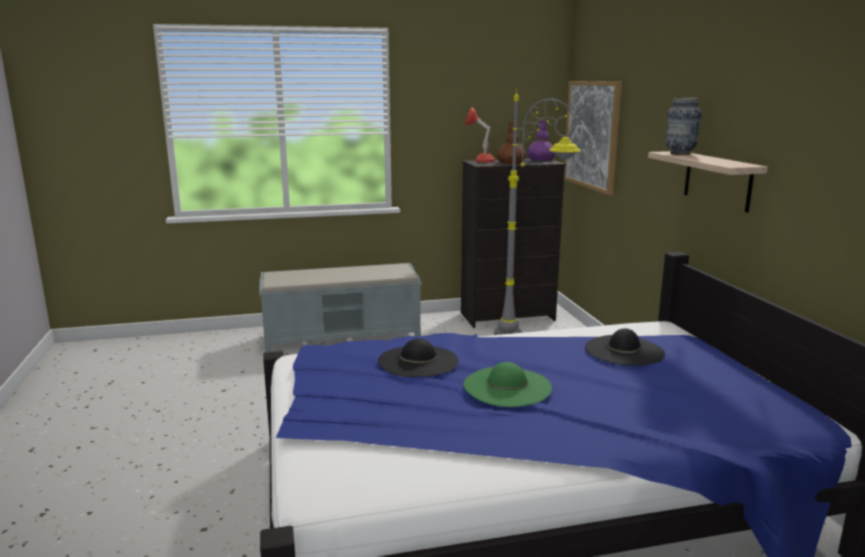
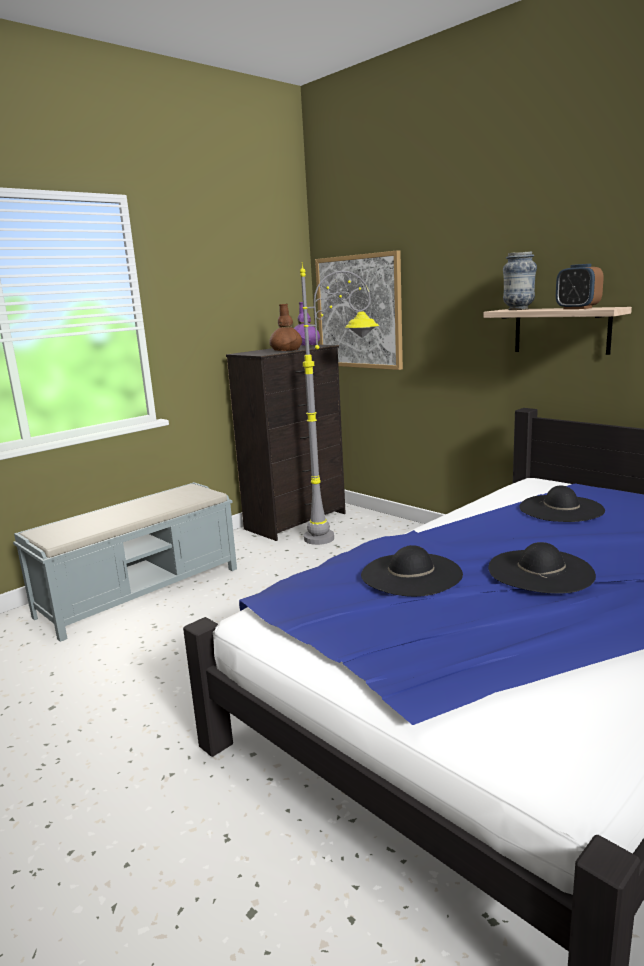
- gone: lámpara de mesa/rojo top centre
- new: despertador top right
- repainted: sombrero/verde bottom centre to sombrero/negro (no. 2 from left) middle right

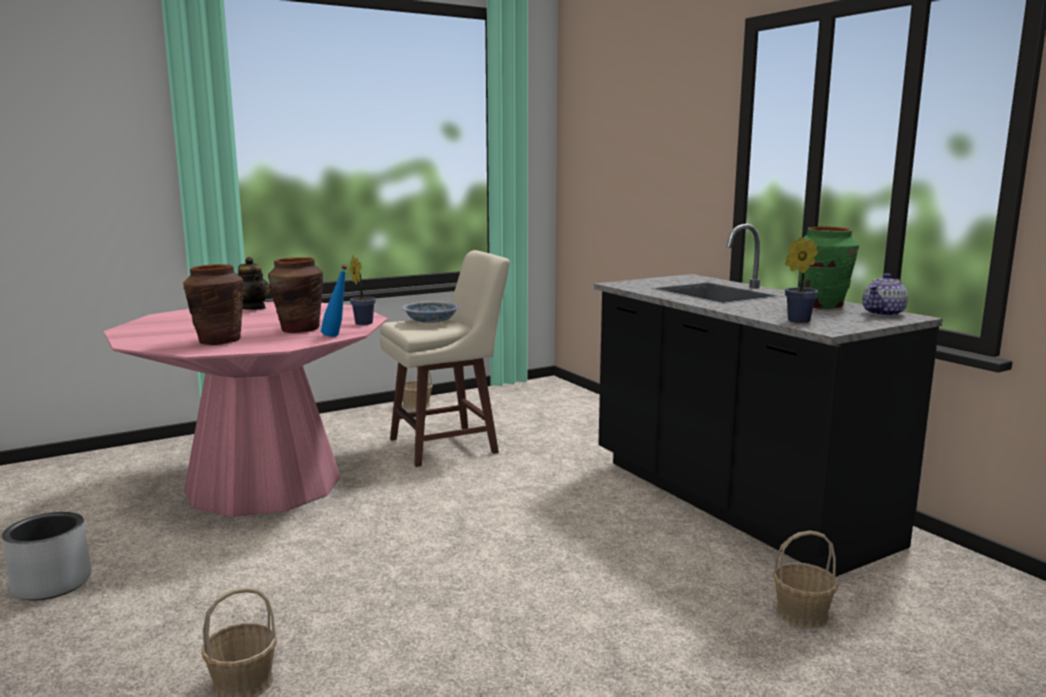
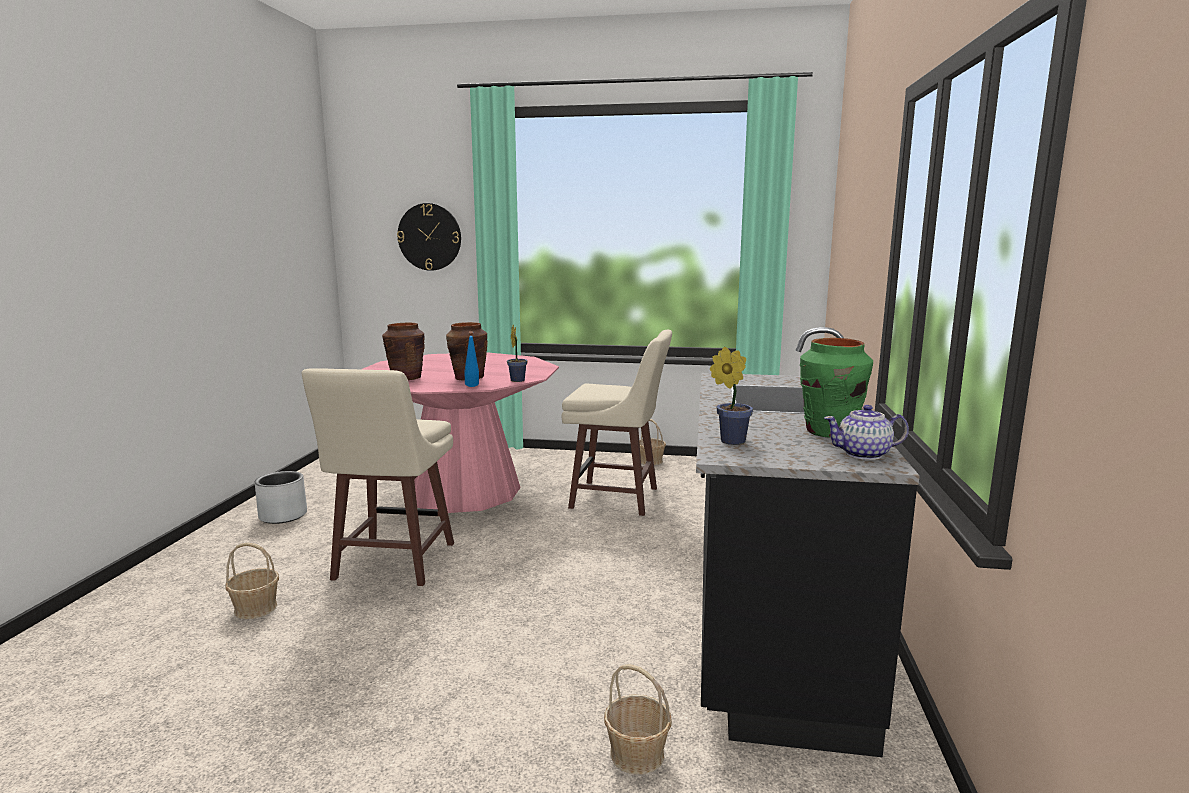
- gone: tetera (no. 1 from left) middle left
- gone: cuenco centre
- new: taburete/beis (no. 1 from left) middle left
- new: reloj de pared top centre

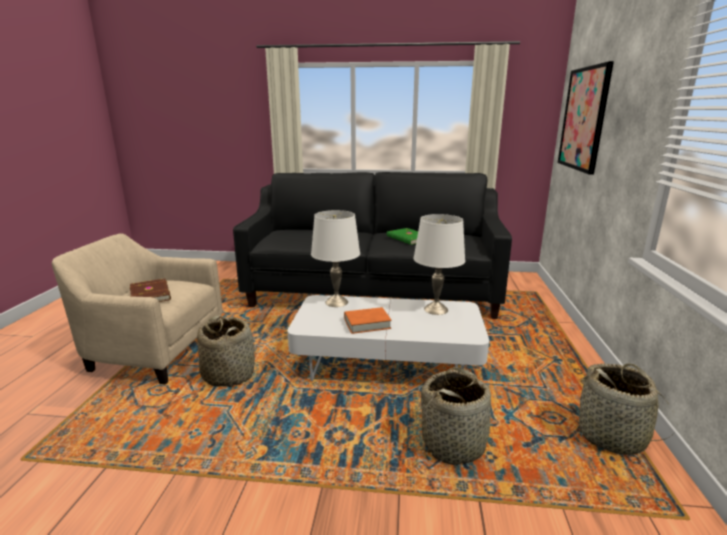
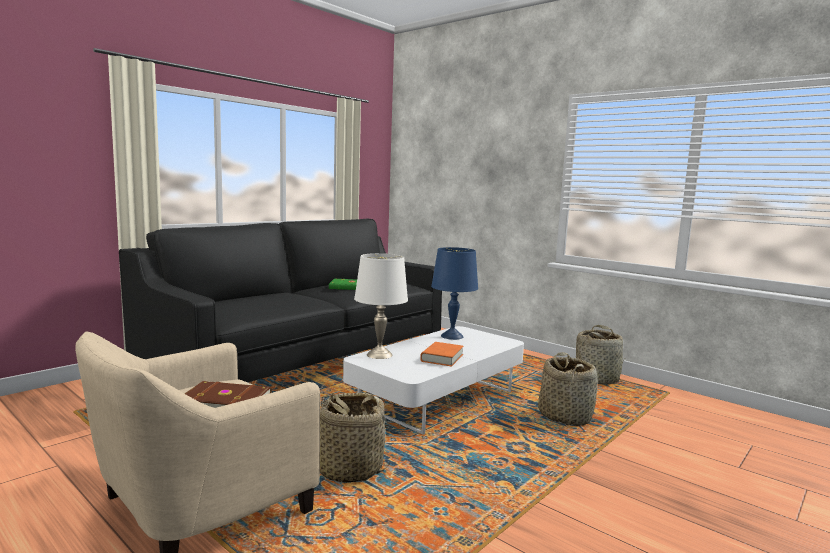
- gone: cuadro top right
- repainted: lámpara de mesa/blanco (no. 2 from left) centre to lámpara de mesa/azul centre

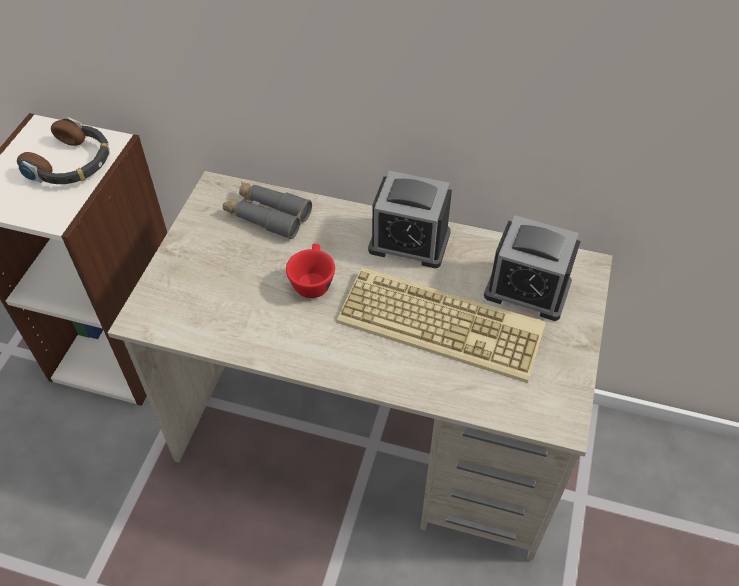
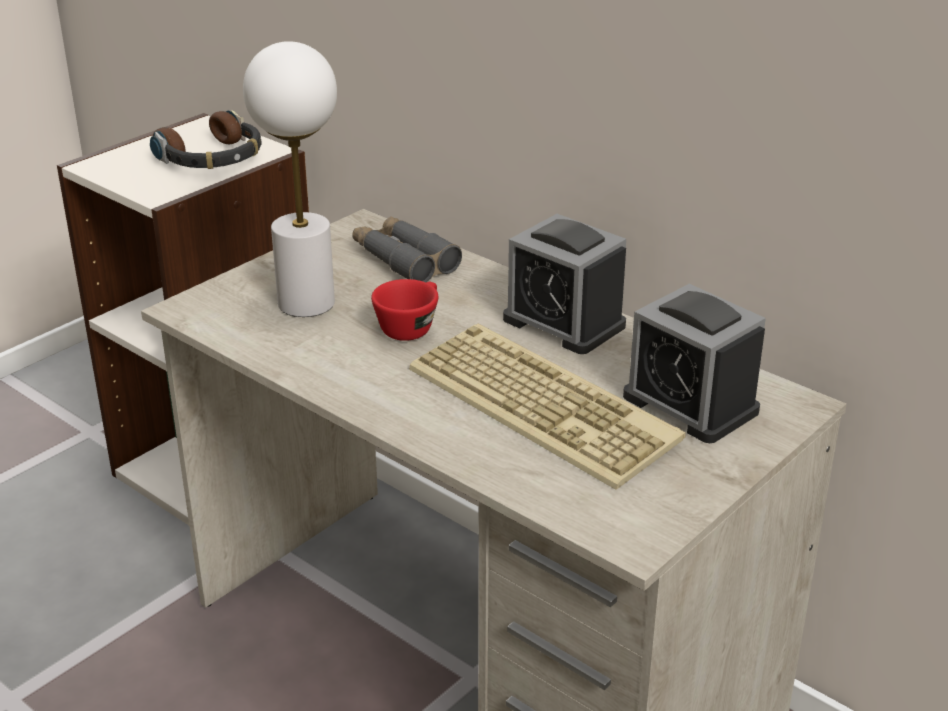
- new: lámpara de mesa/blanco top left

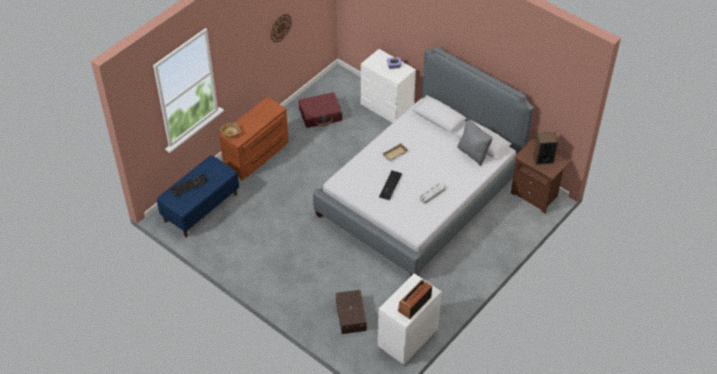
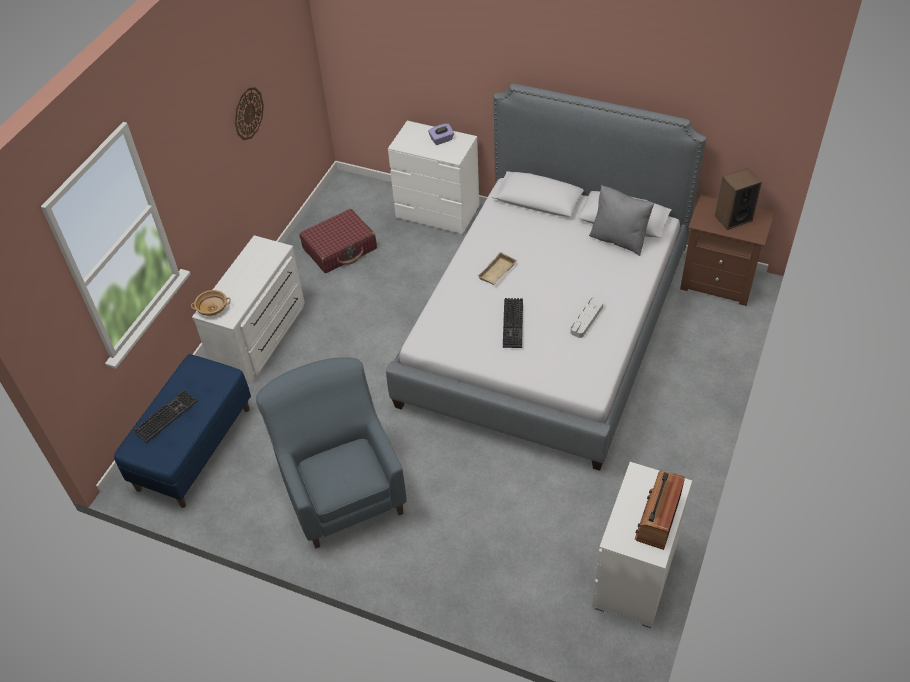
- gone: caja de almacenaje/marrón bottom centre
- new: sillón/azul centre
- repainted: cómoda/marrón centre to cómoda/blanco (no. 1 from left) middle left

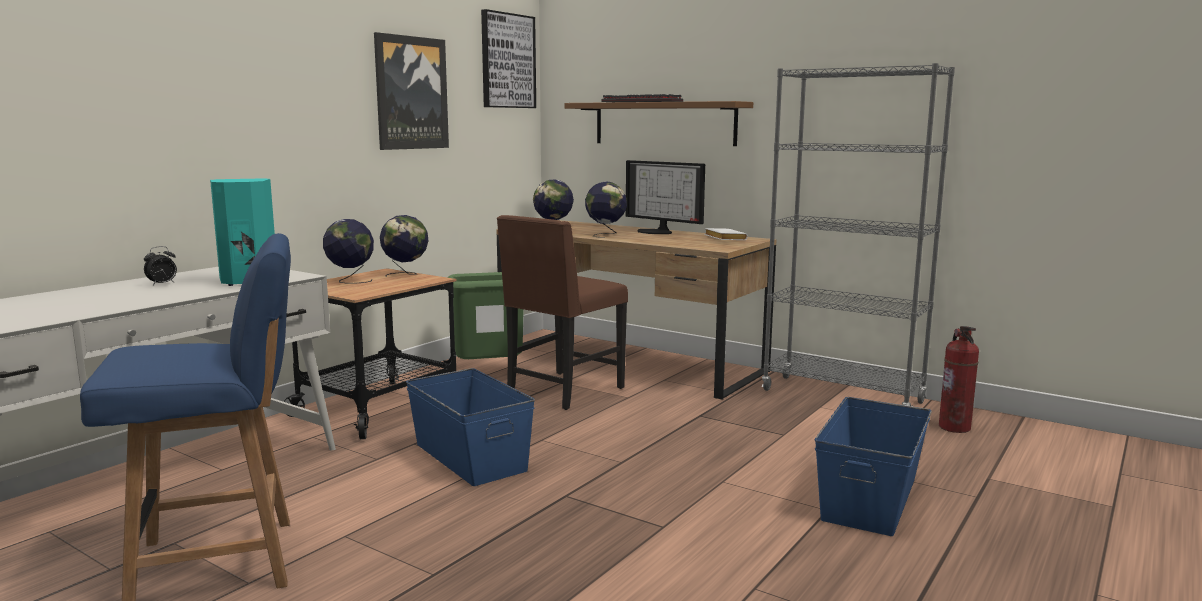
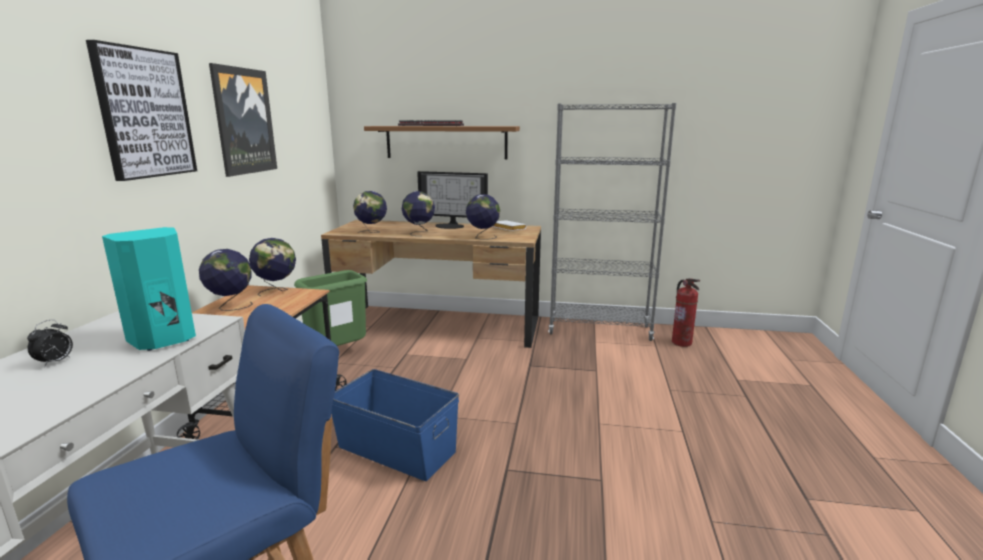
- gone: silla/marrón centre
- gone: caja de almacenaje/azul (no. 2 from left) bottom right
- new: globo terráqueo (no. 5 from left) centre
- shifted: cuadro (no. 2 from left in the first image) top centre to cuadro (no. 1 from left) top left

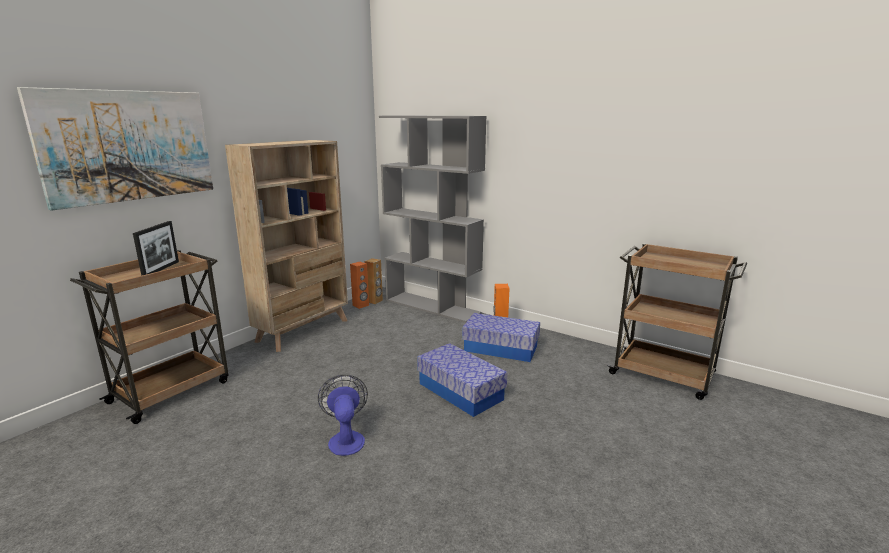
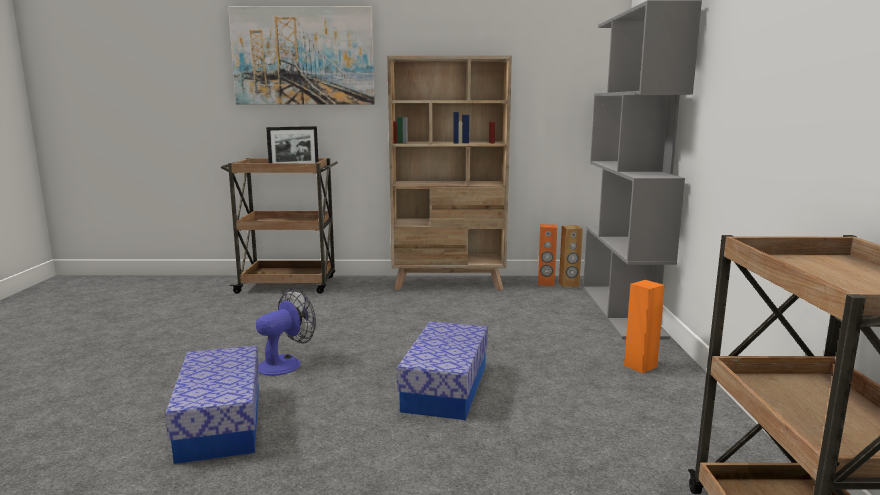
- shifted: caja de almacenaje (no. 2 from left in the first image) centre to caja de almacenaje (no. 1 from left) bottom left

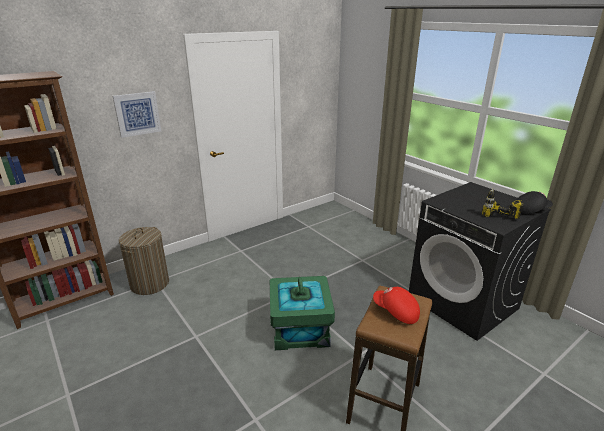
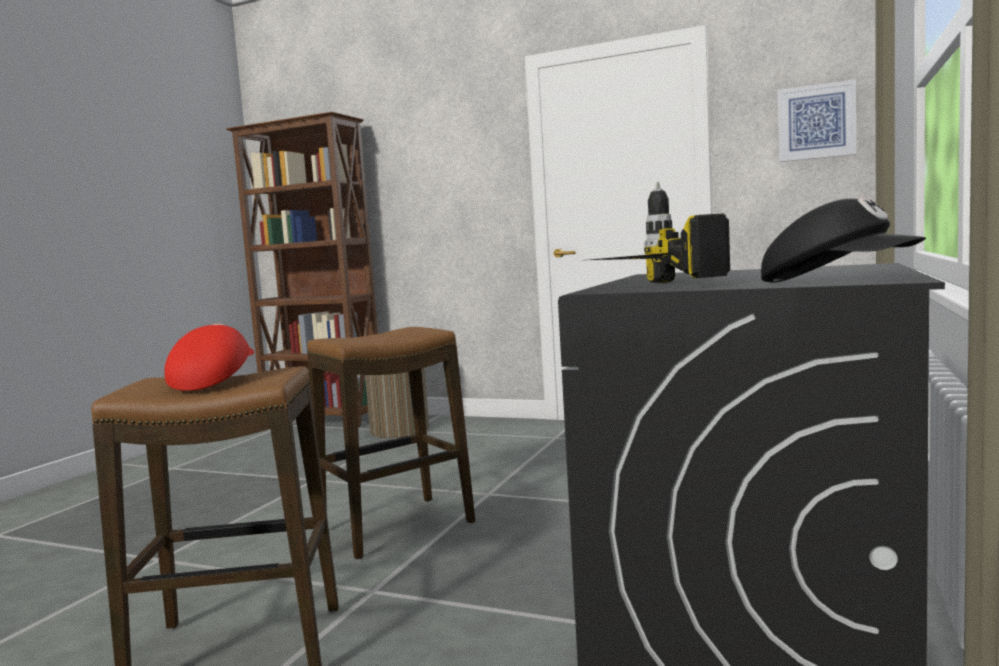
- shifted: cuadro top left to top right
- swapped: caja de almacenaje/verde bottom centre to taburete (no. 2 from left) centre

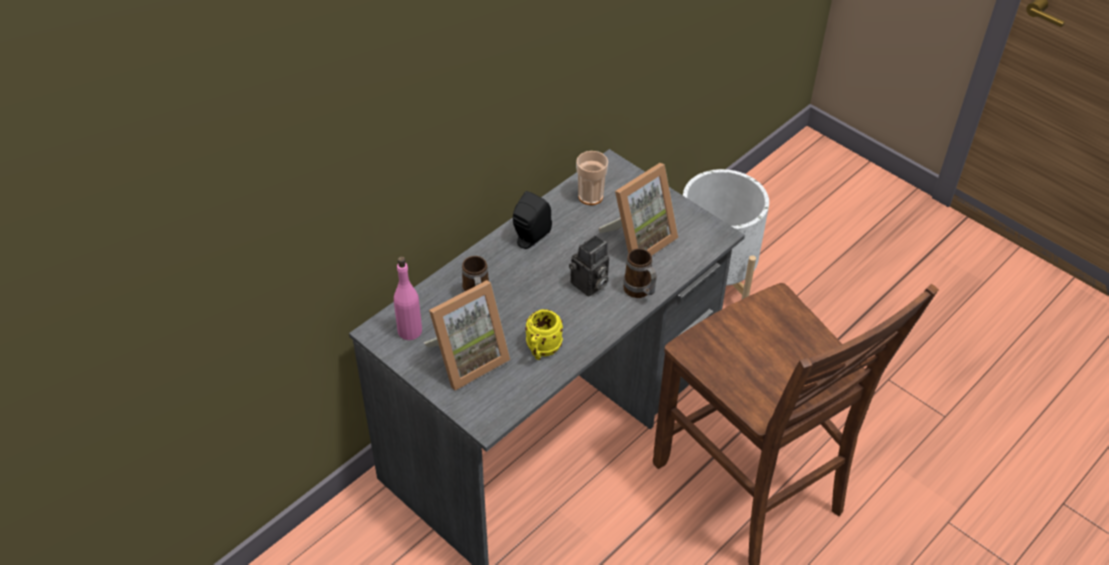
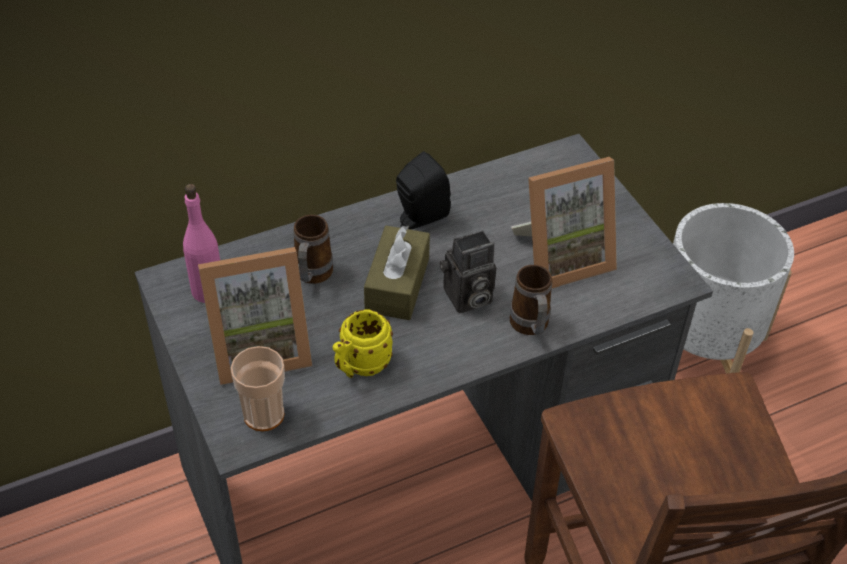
- new: caja de pañuelos/marrón centre
- shifted: taza top centre to bottom left

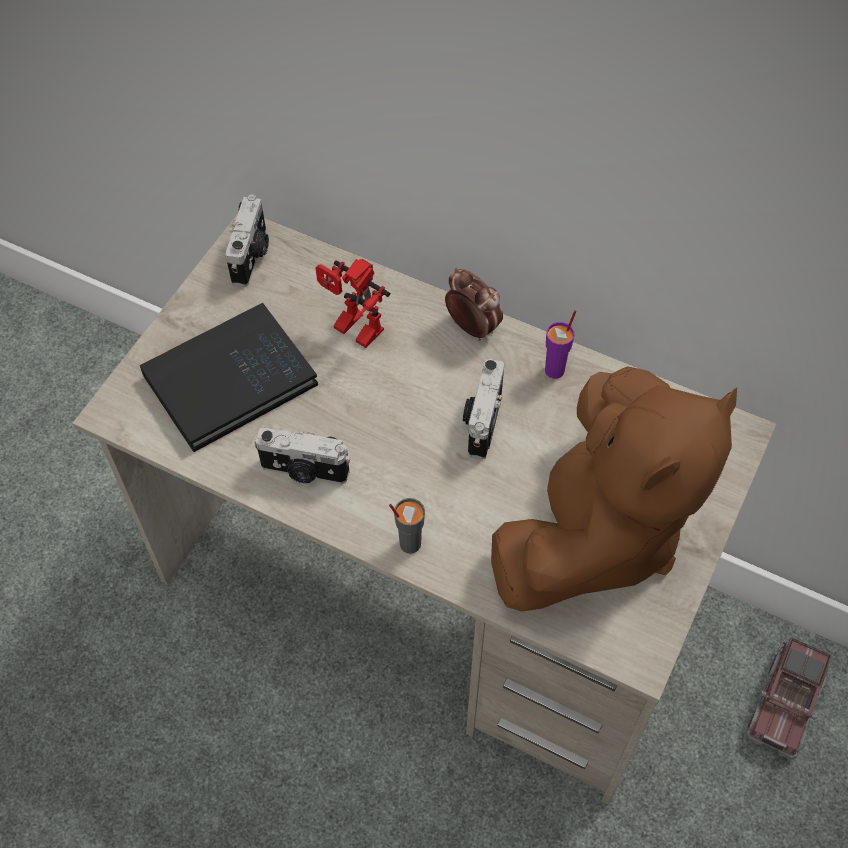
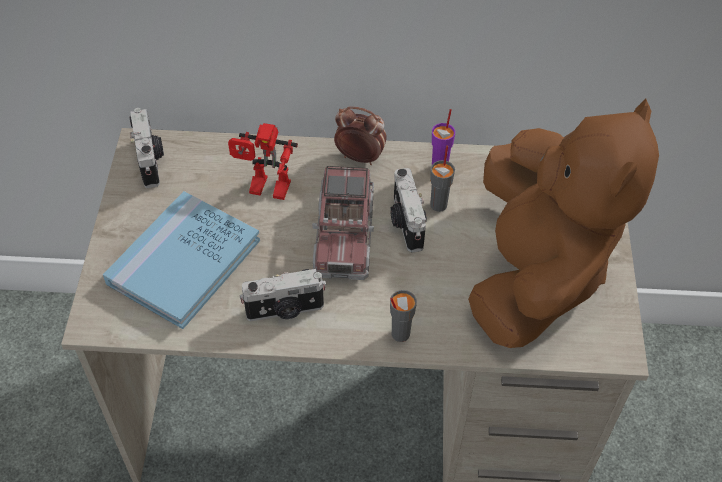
- new: taza/gris (no. 2 from left) centre
- shifted: camión de juguete bottom right to centre
- repainted: libro/negro middle left to libro/azul middle left

